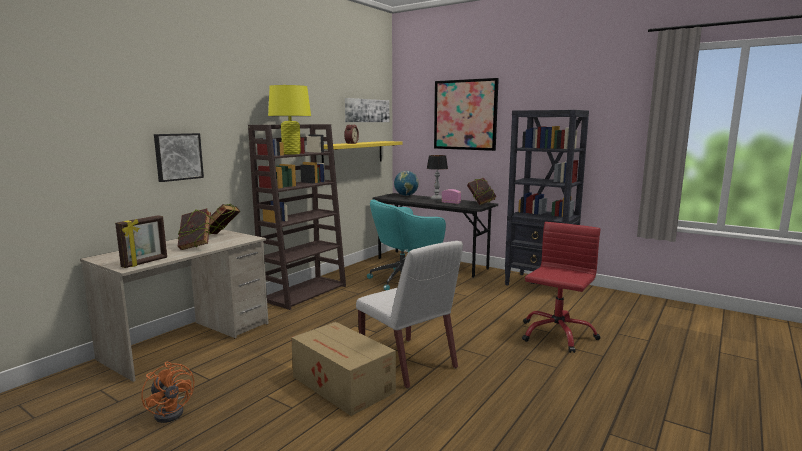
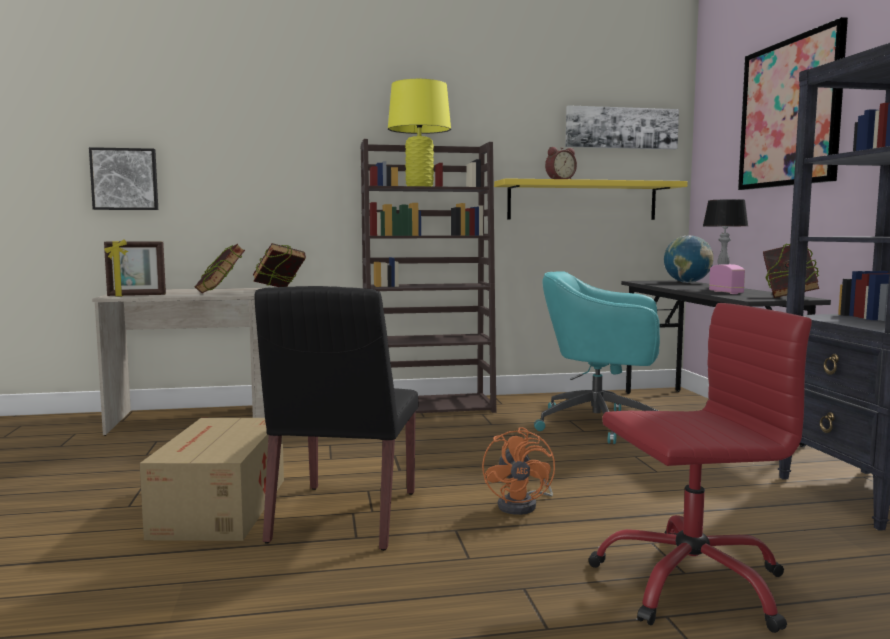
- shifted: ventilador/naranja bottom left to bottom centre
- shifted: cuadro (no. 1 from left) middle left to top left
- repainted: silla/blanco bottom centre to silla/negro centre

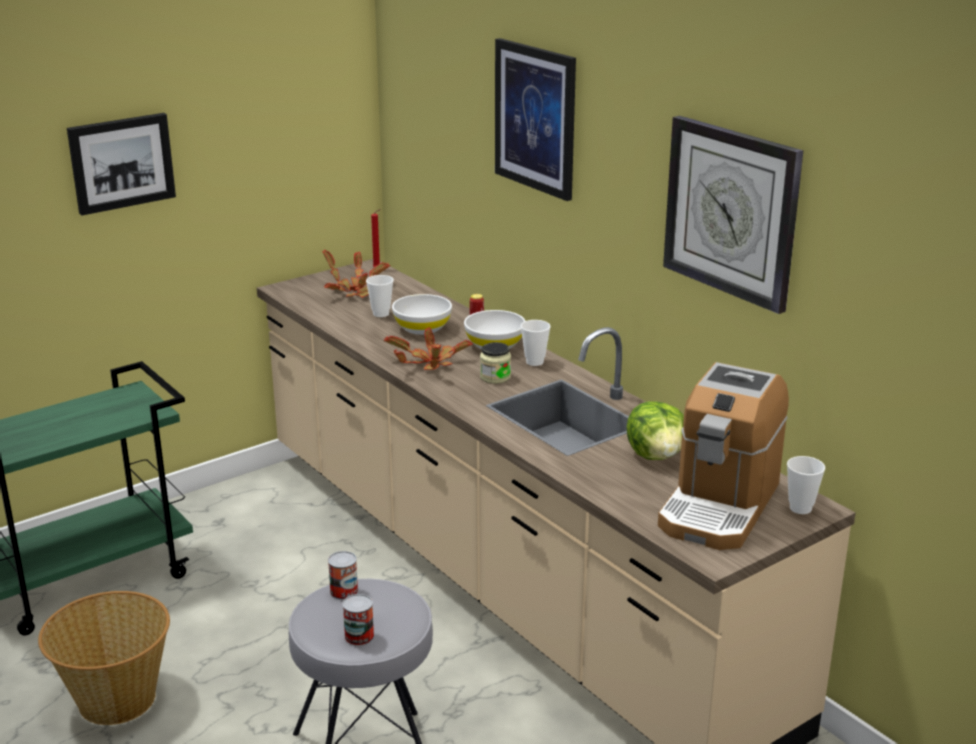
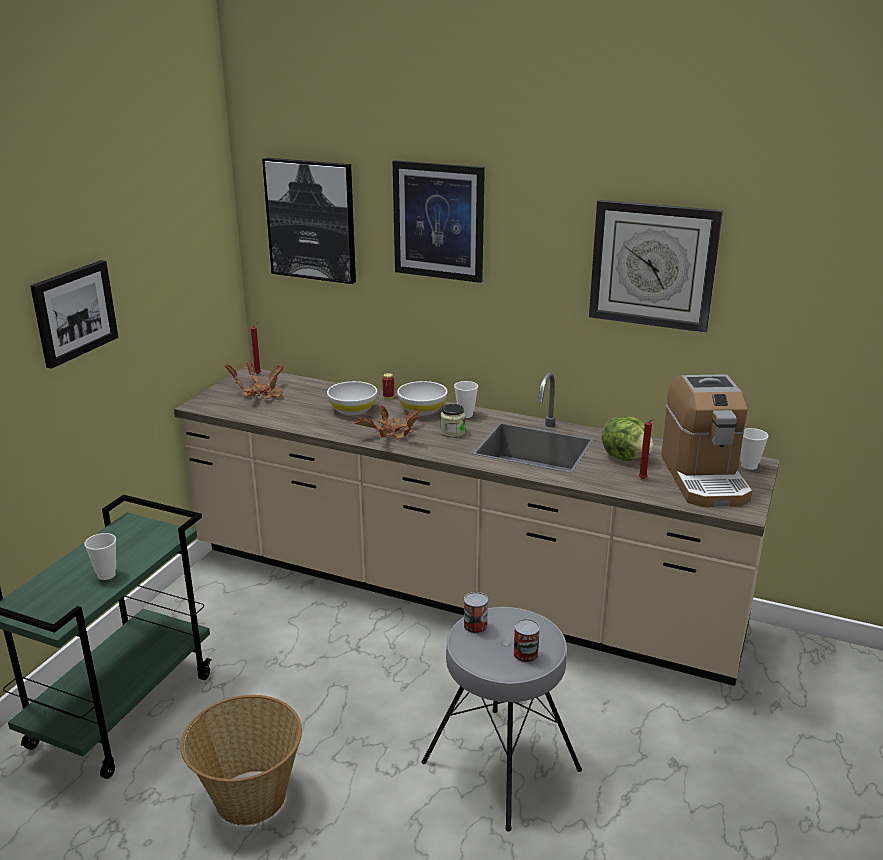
- new: cuadro (no. 2 from left) top centre
- new: vela/rojo (no. 2 from left) middle right
- shifted: taza (no. 1 from left) centre to middle left

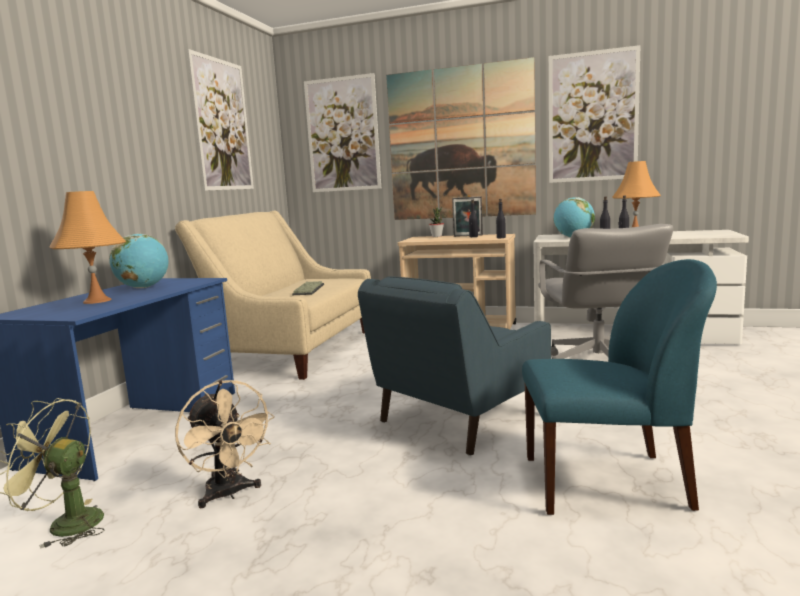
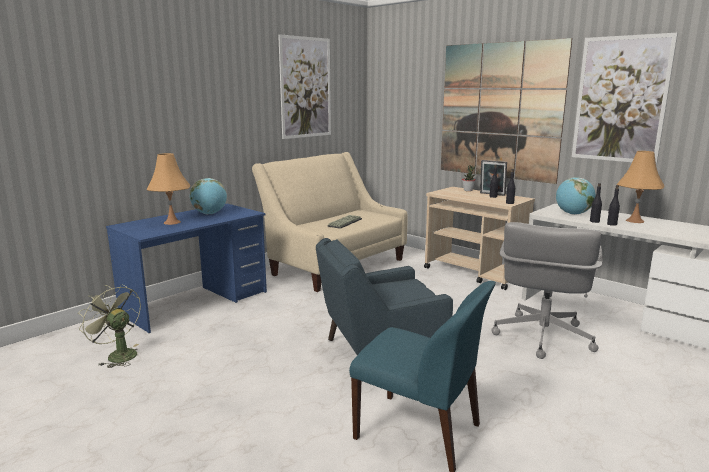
- gone: ventilador/beis bottom left
- gone: cuadro (no. 2 from left) top centre

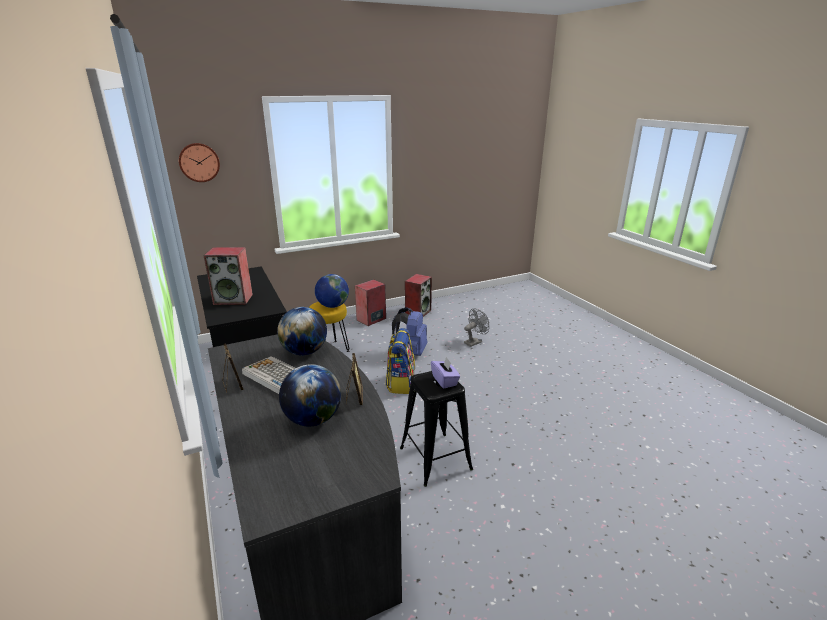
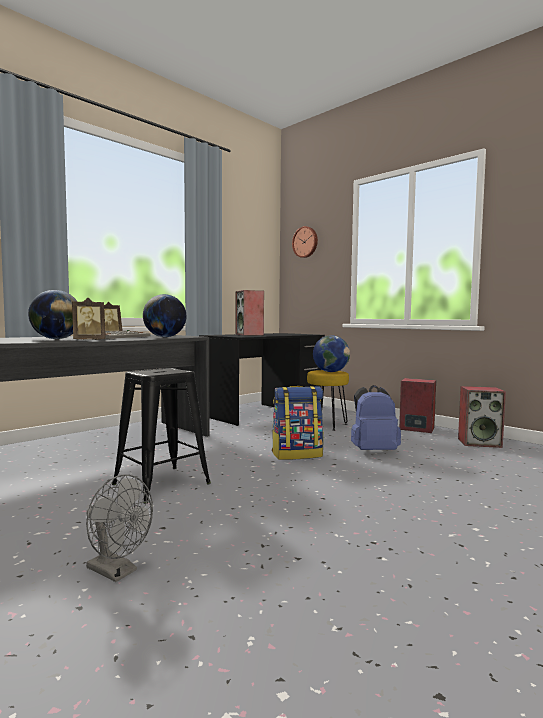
- gone: caja de pañuelos/morado centre
- shifted: ventilador/gris centre to bottom left

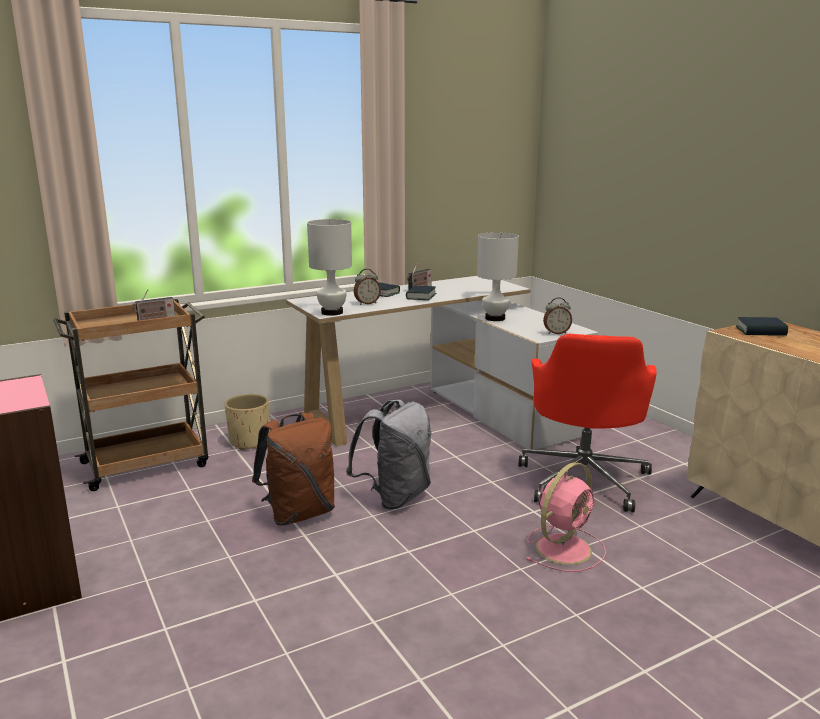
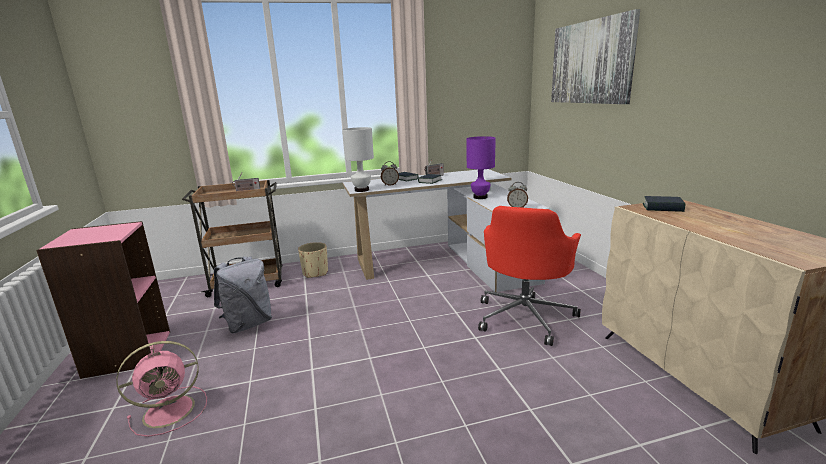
- gone: mochila/marrón centre
- new: cuadro top right
- shifted: mochila/gris centre to middle left
- shifted: ventilador/rosa bottom right to bottom left
- repainted: lámpara de mesa/blanco (no. 2 from left) centre to lámpara de mesa/morado centre

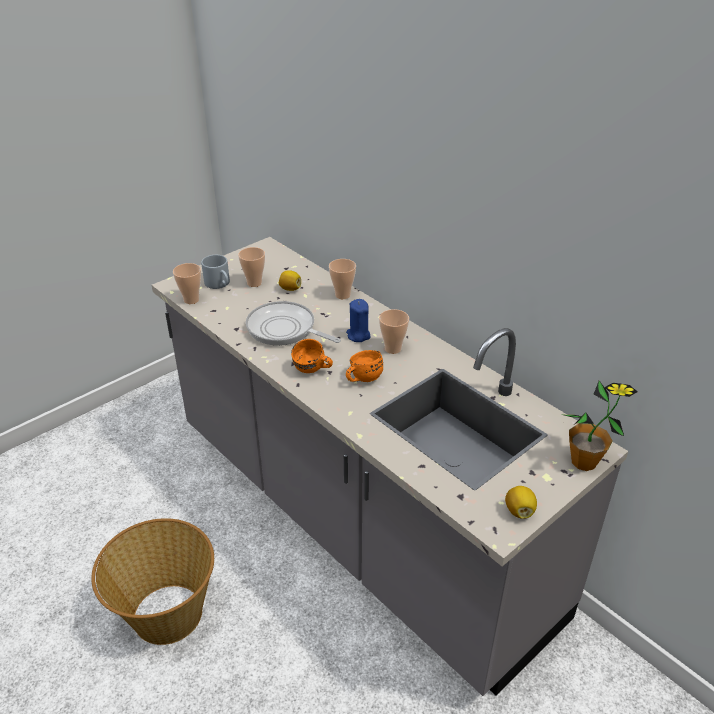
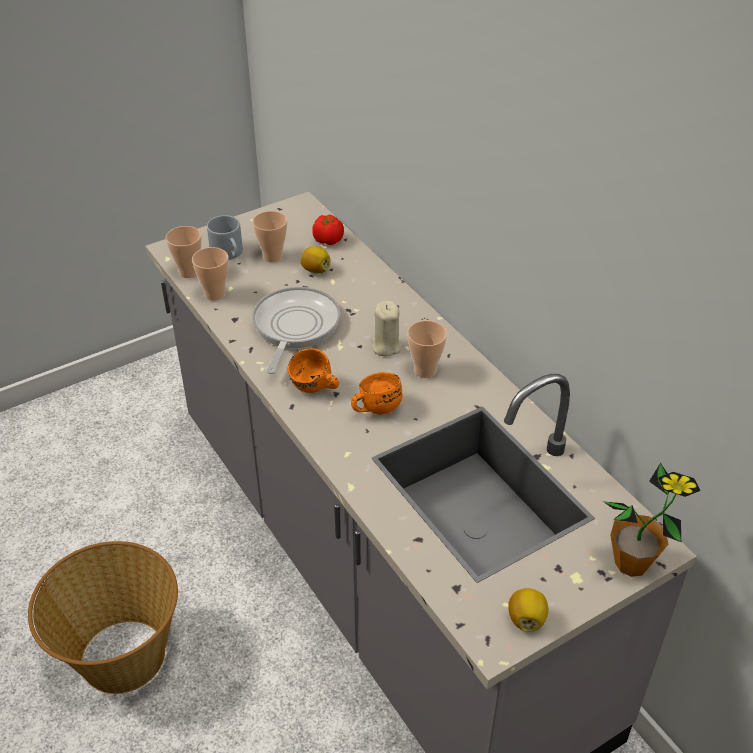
- new: tomate top centre
- shifted: taza (no. 3 from left in the first image) centre to taza (no. 2 from left) middle left
- repainted: vela/azul centre to vela/beis centre
- rotated: sartén centre = centre 60 degrees clockwise

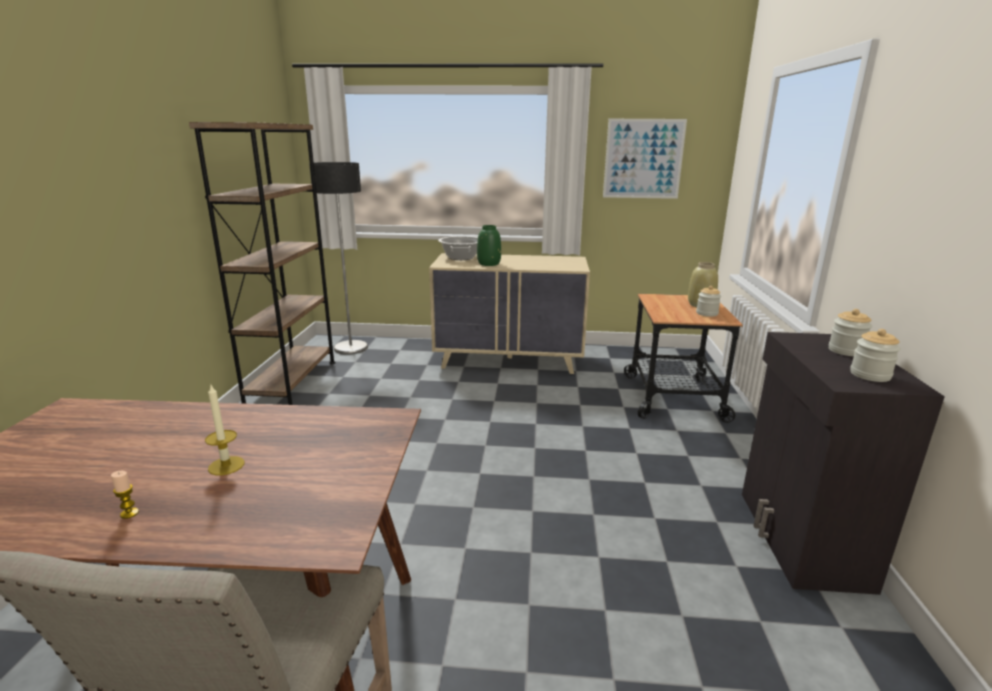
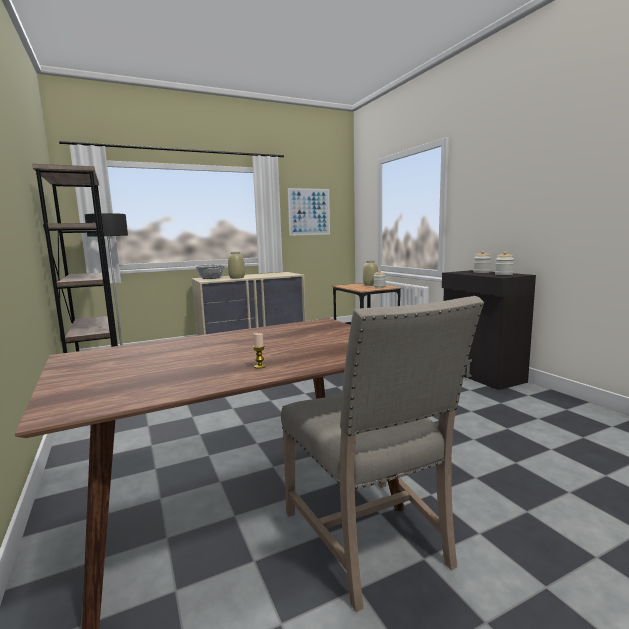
- gone: vela (no. 2 from left) middle left
- repainted: florero/verde centre to florero/beis (no. 1 from left) centre

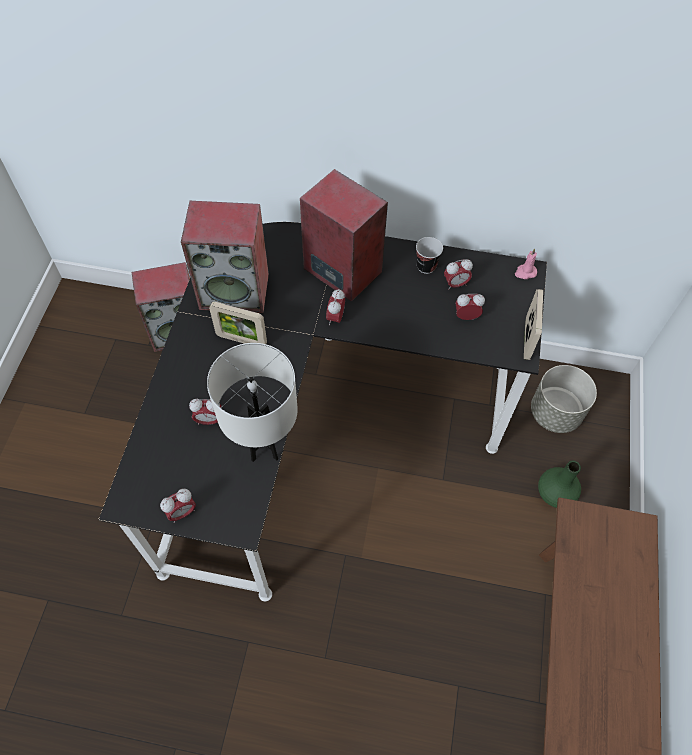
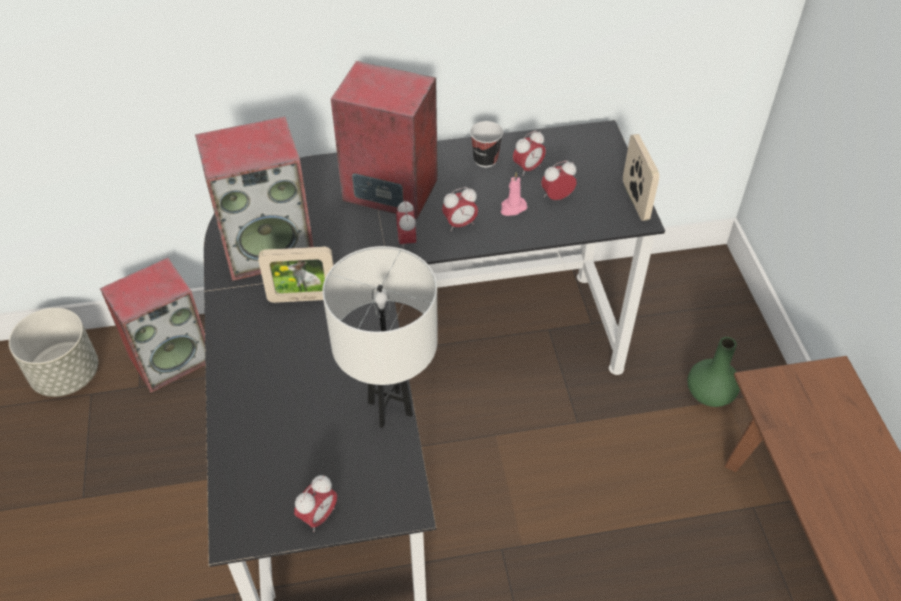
- shifted: despertador (no. 2 from left in the first image) middle left to despertador (no. 3 from left) centre
- shifted: vela/rosa middle right to top centre
- shifted: maceta/gris middle right to middle left

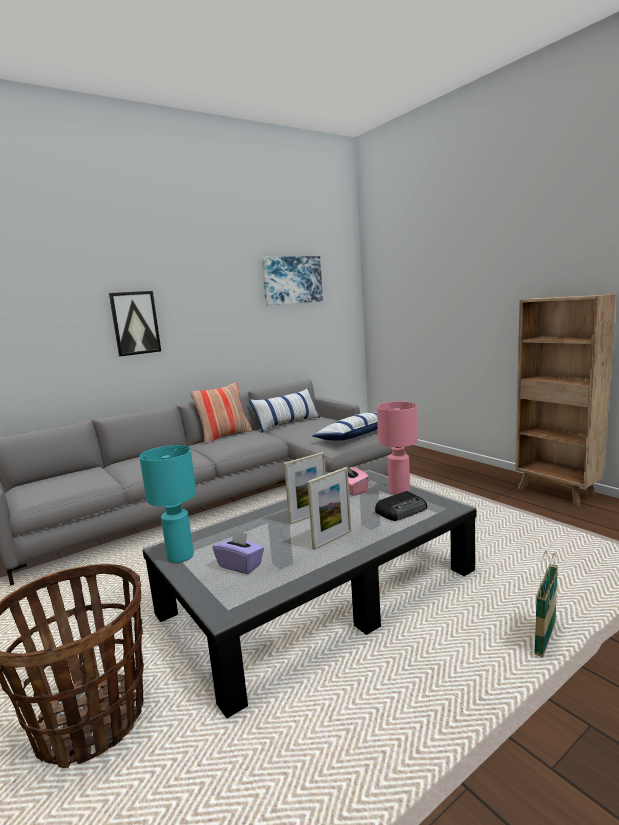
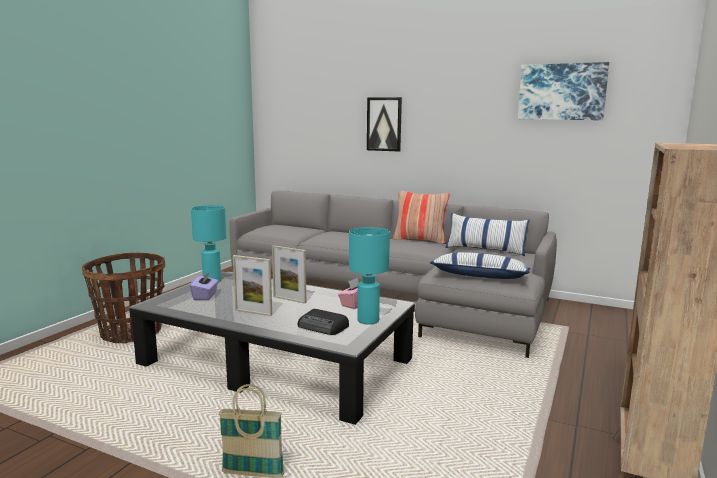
- repainted: lámpara de mesa/rosa centre to lámpara de mesa/turquesa (no. 2 from left) centre

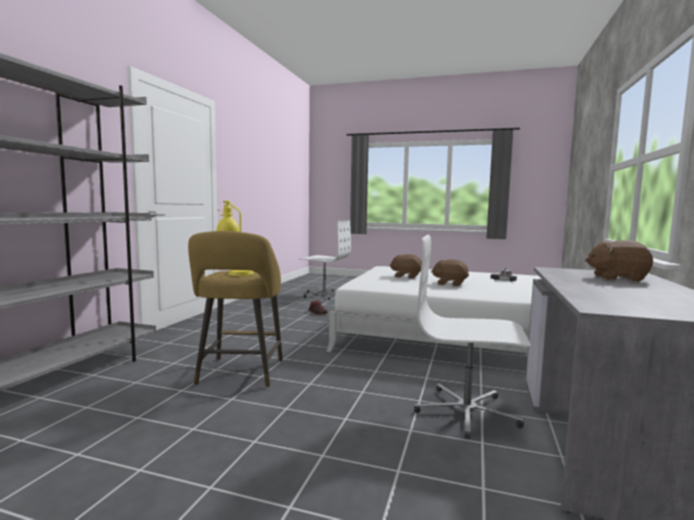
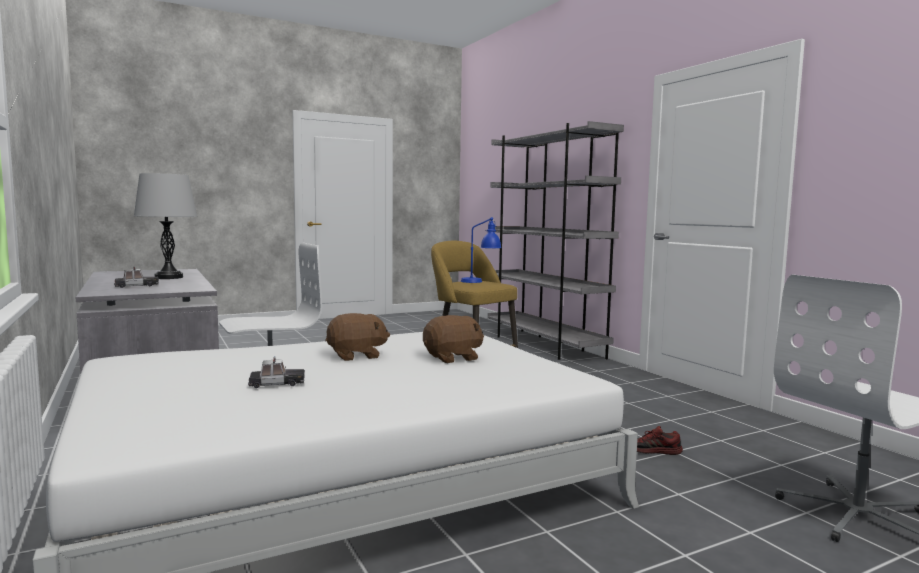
- new: lámpara de mesa/gris middle left
- swapped: peluche/marrón (no. 3 from left) middle right to coche de juguete (no. 1 from left) middle left
- repainted: lámpara de mesa/amarillo centre to lámpara de mesa/azul centre

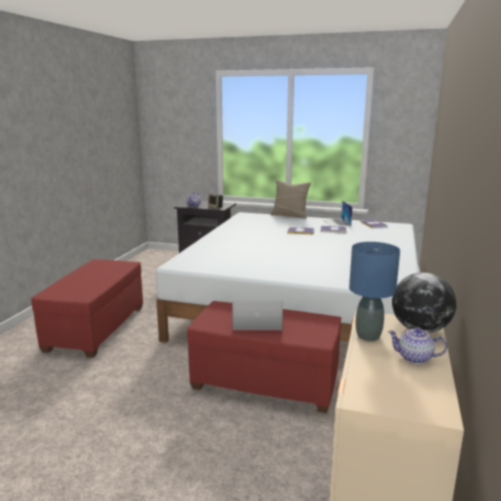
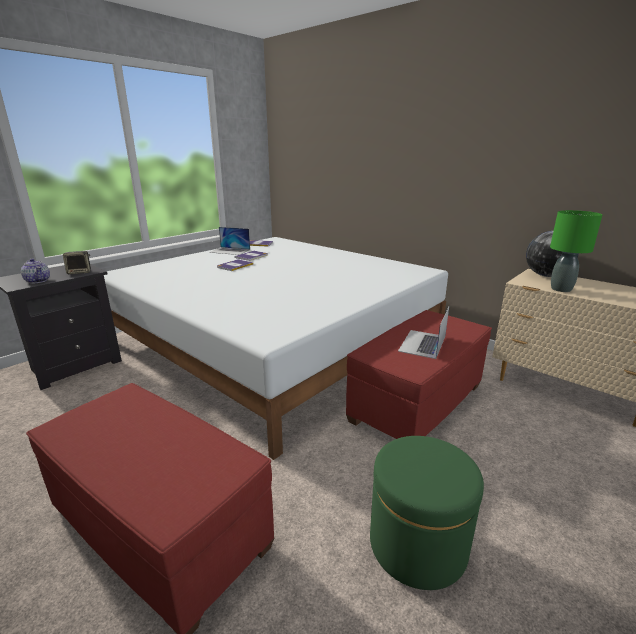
- gone: cojín/beis centre
- gone: tetera (no. 2 from left) bottom right
- new: puf/verde bottom right
- repainted: lámpara de mesa/azul middle right to lámpara de mesa/verde middle right

